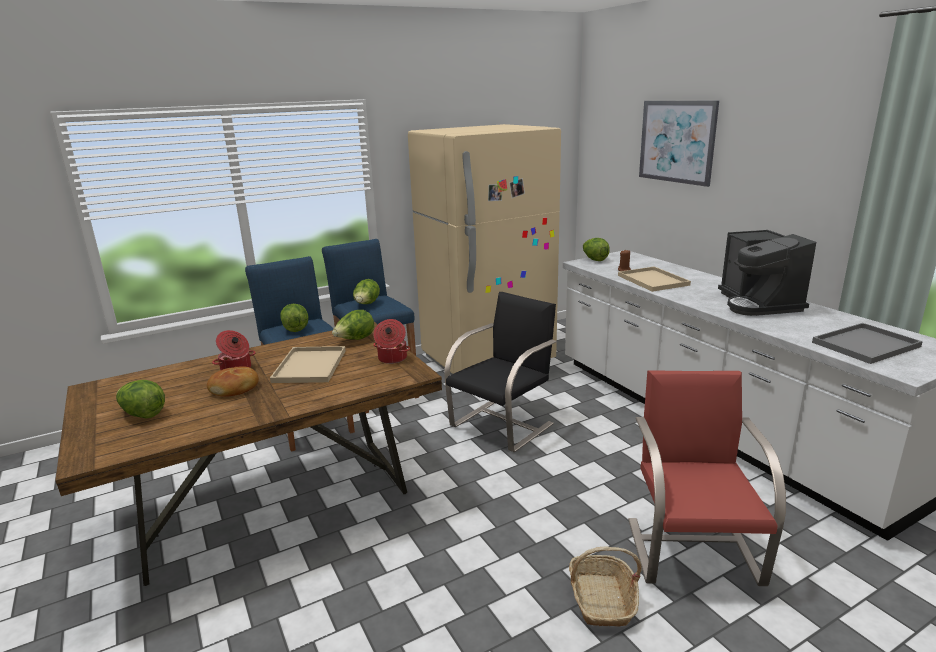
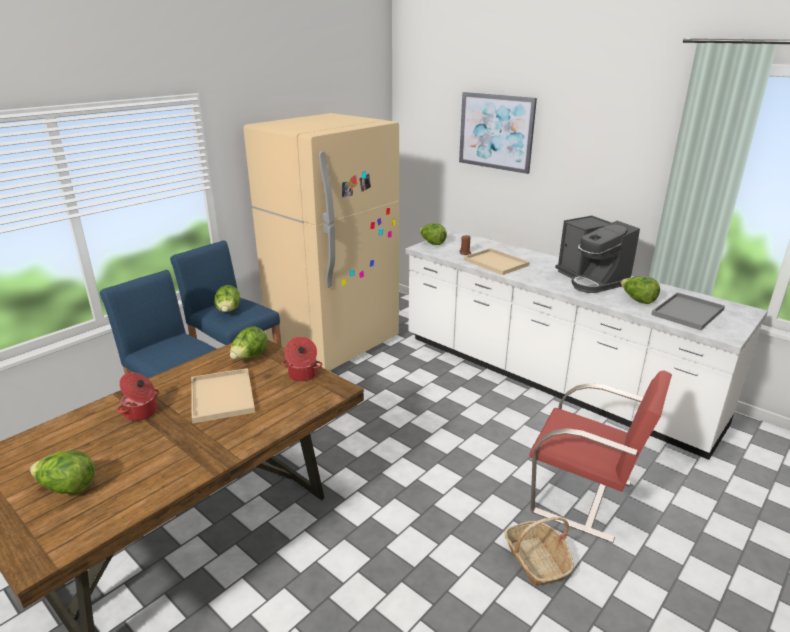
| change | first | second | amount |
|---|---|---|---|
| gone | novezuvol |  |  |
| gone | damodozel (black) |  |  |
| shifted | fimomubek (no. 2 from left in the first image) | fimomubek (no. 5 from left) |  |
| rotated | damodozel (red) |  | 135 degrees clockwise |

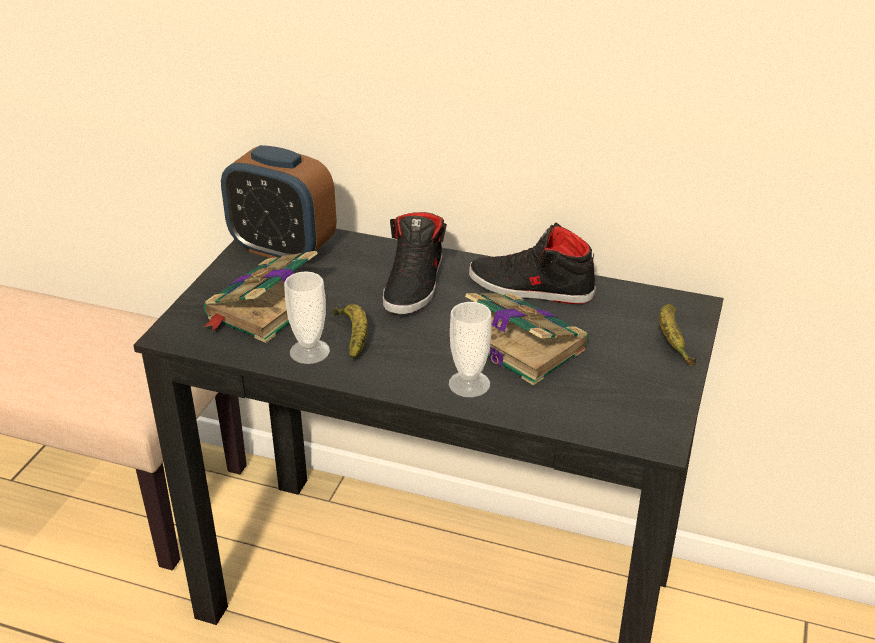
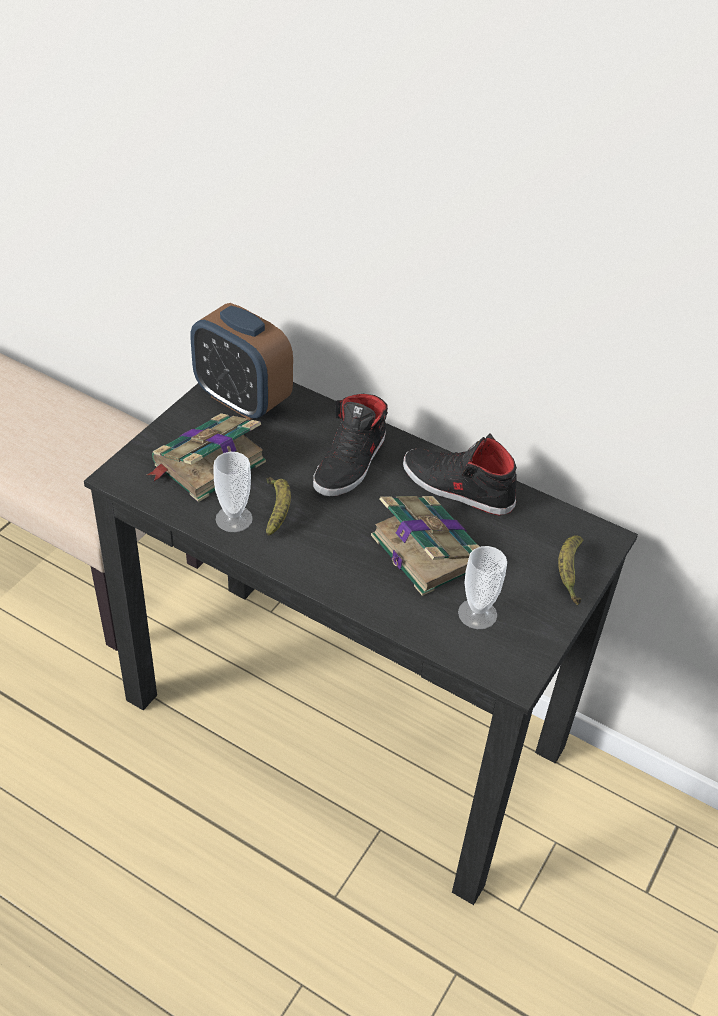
| change | first | second | amount |
|---|---|---|---|
| shifted | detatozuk (no. 2 from left) |  |  |

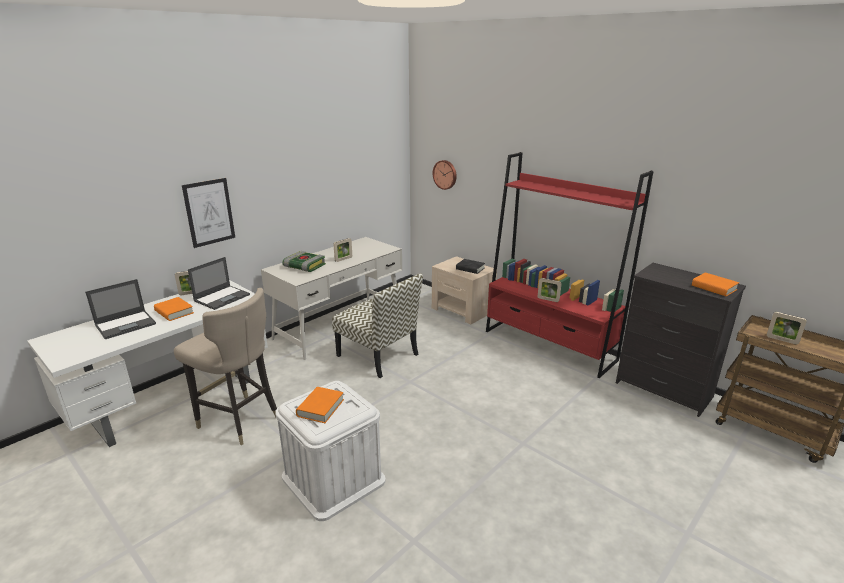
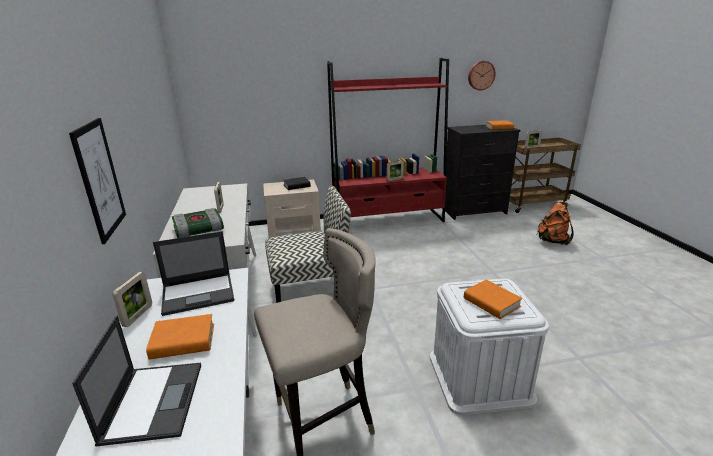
| change | first | second | amount |
|---|---|---|---|
| new |  | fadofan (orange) |  |
| shifted | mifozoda |  |  |
| rotated | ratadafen (no. 2 from left) |  | 90 degrees clockwise |

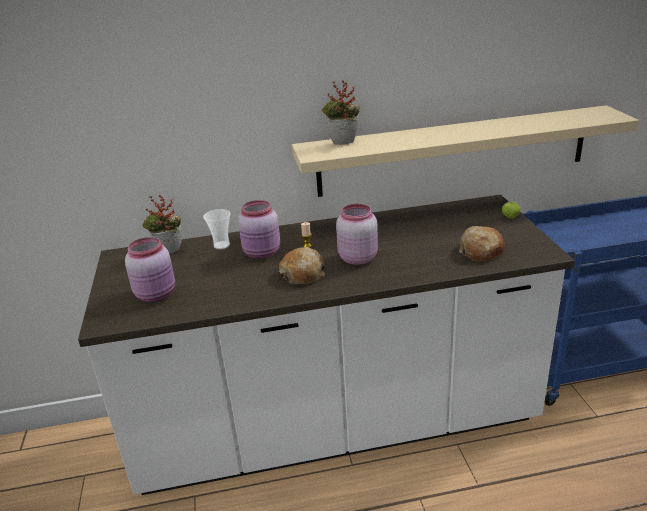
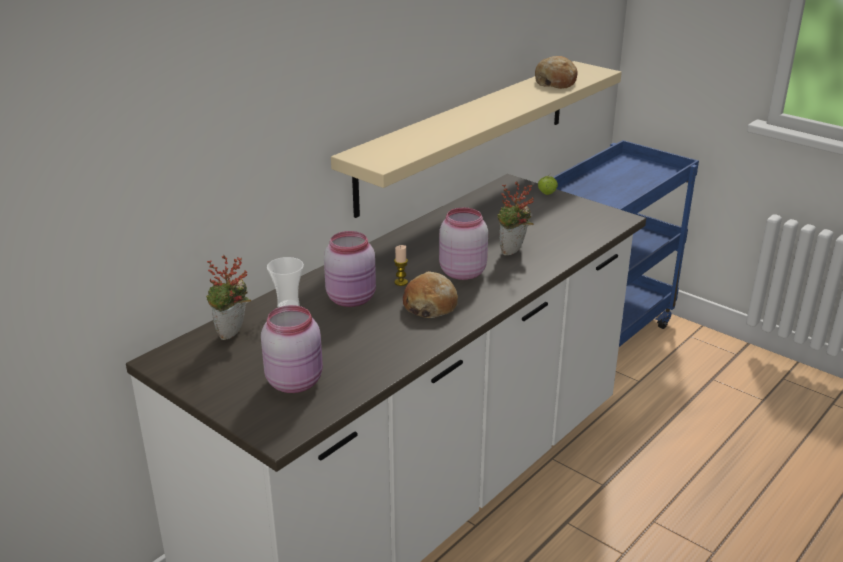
| change | first | second | amount |
|---|---|---|---|
| shifted | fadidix (no. 2 from left) |  |  |
| shifted | novezuvol (no. 2 from left) |  |  |

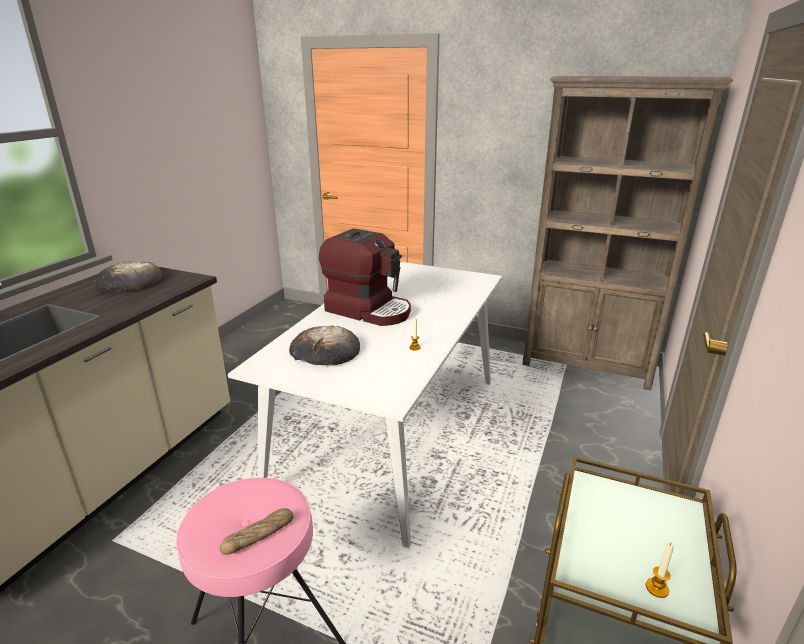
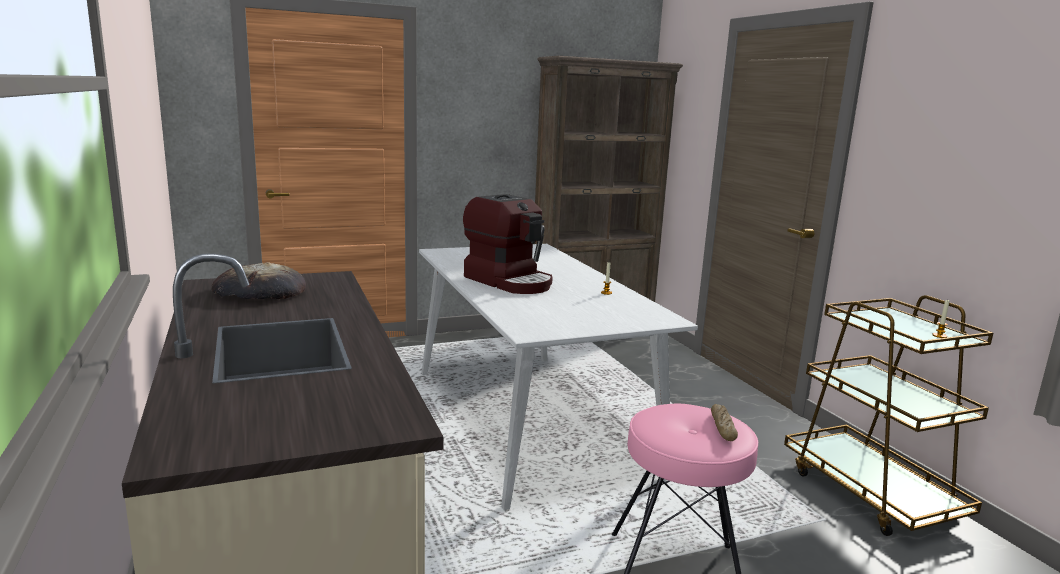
| change | first | second | amount |
|---|---|---|---|
| gone | novezuvol (no. 3 from left) |  |  |
| rotated | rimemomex |  | 60 degrees clockwise |

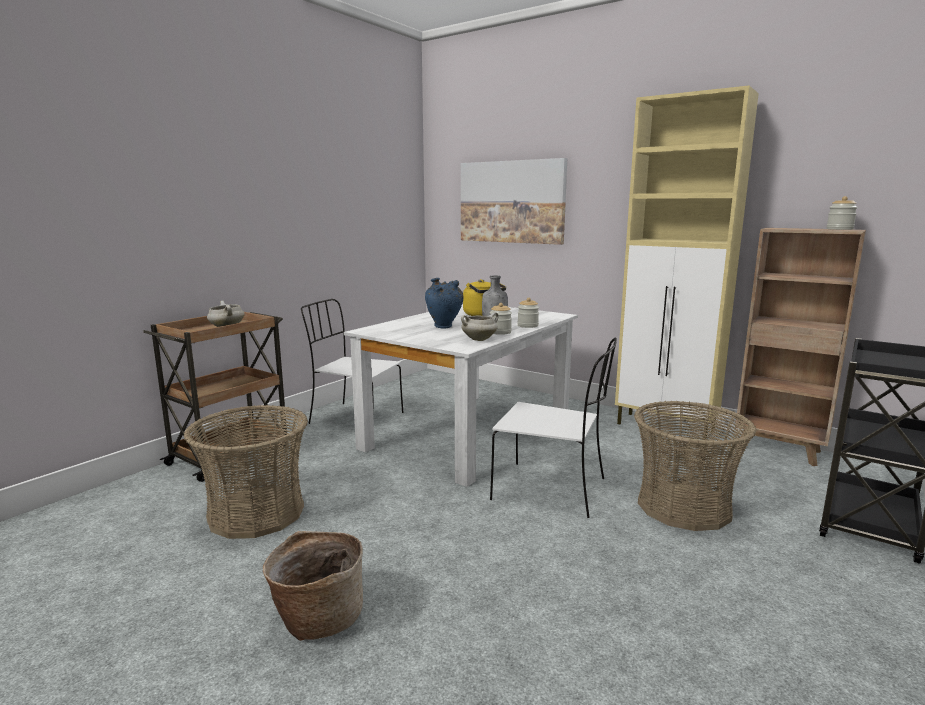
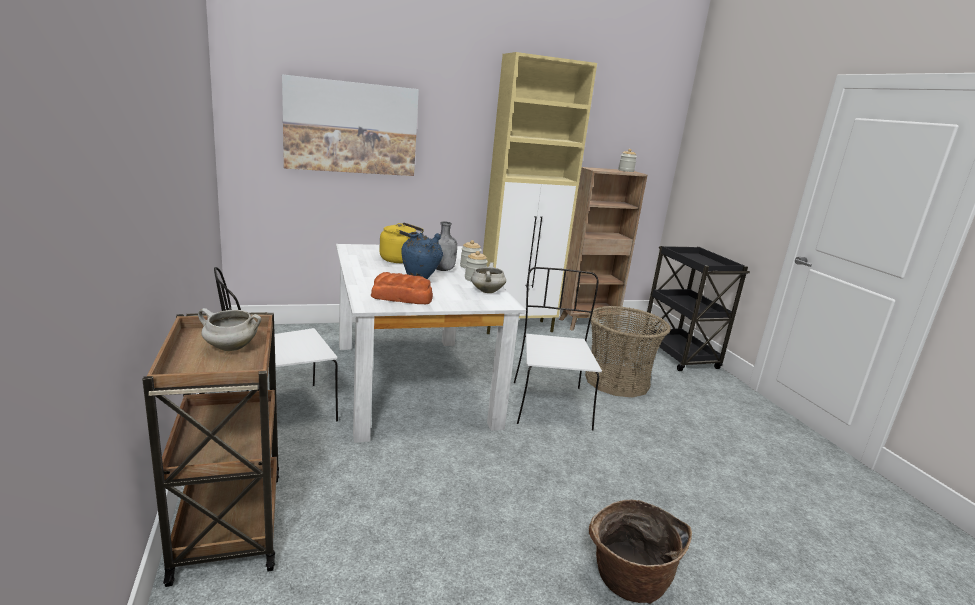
| change | first | second | amount |
|---|---|---|---|
| gone | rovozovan (no. 1 from left) |  |  |
| new |  | novezuvol |  |
| rotated | damodozel (white) (no. 2 from left) |  | 60 degrees counterclockwise |

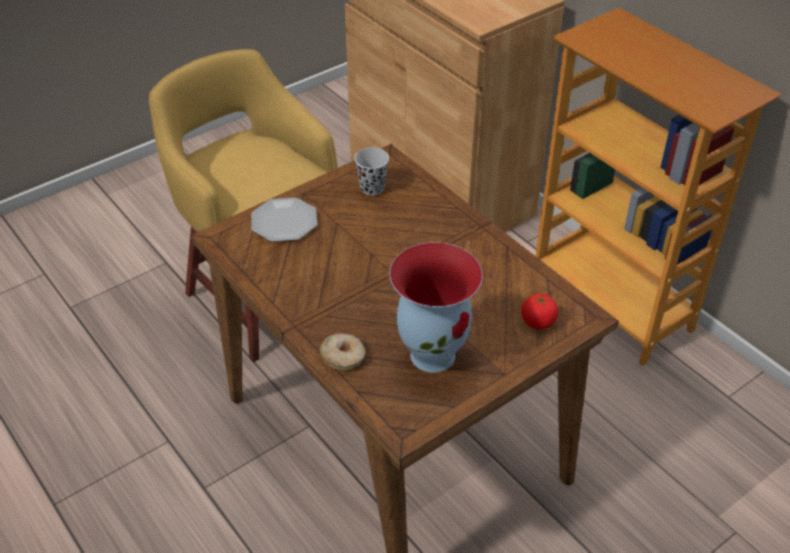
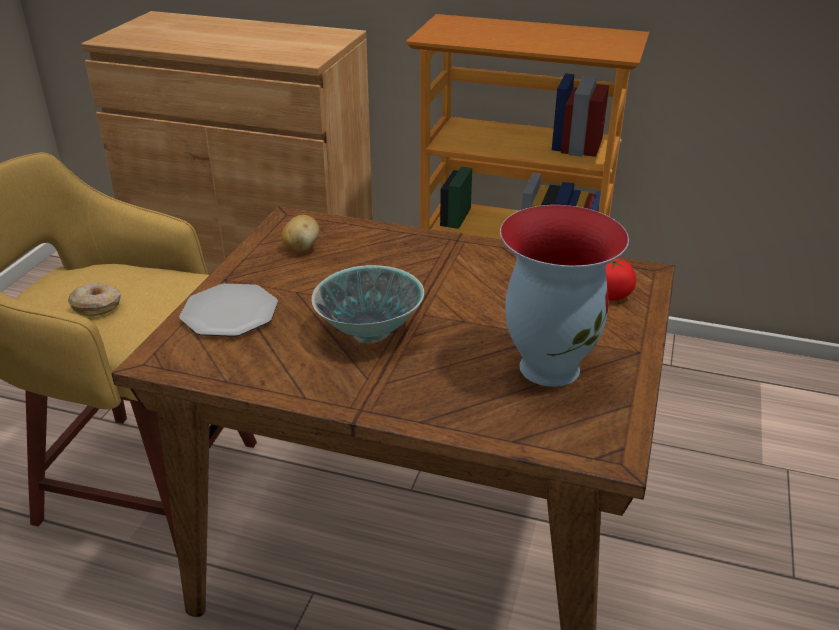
| change | first | second | amount |
|---|---|---|---|
| new |  | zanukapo |  |
| shifted | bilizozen |  |  |
| swapped | detatozuk (black) | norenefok |  |

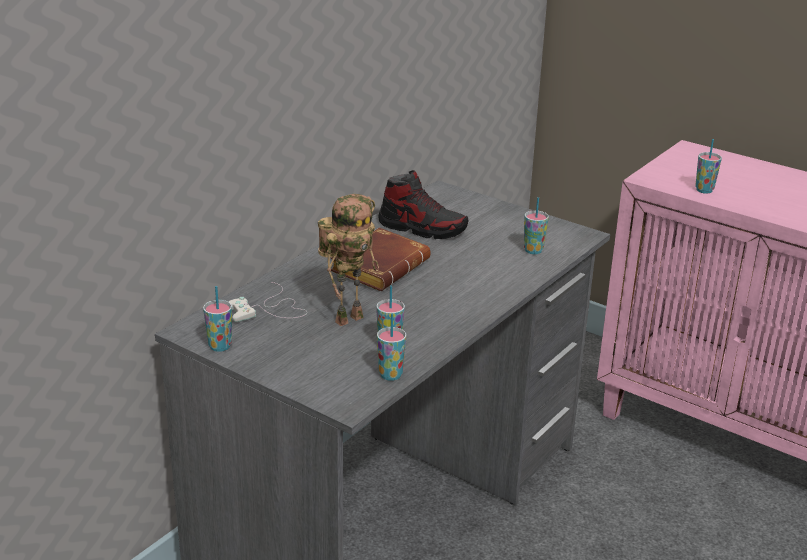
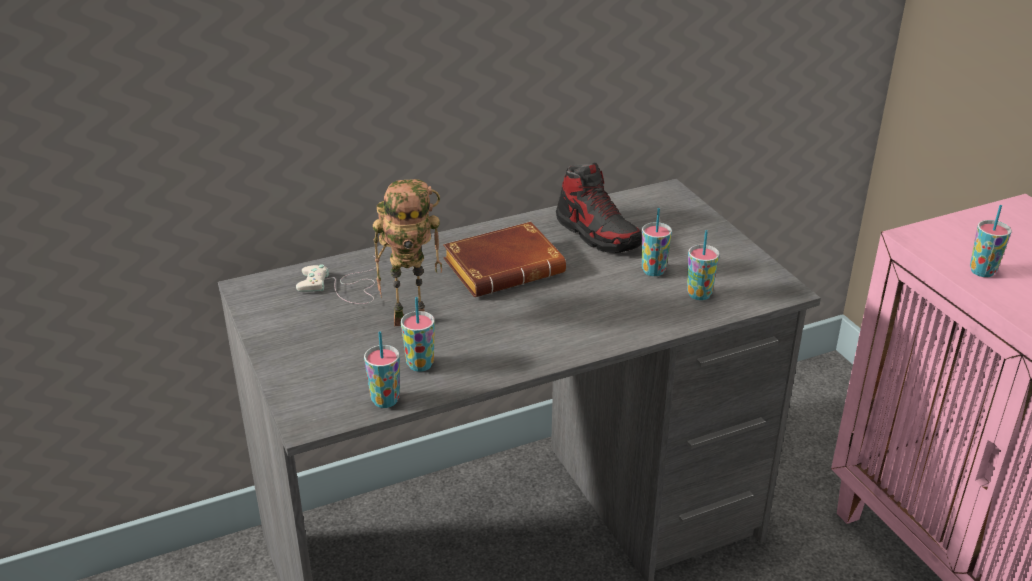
| change | first | second | amount |
|---|---|---|---|
| shifted | detatozuk (no. 1 from left in the first image) | detatozuk (no. 3 from left) |  |

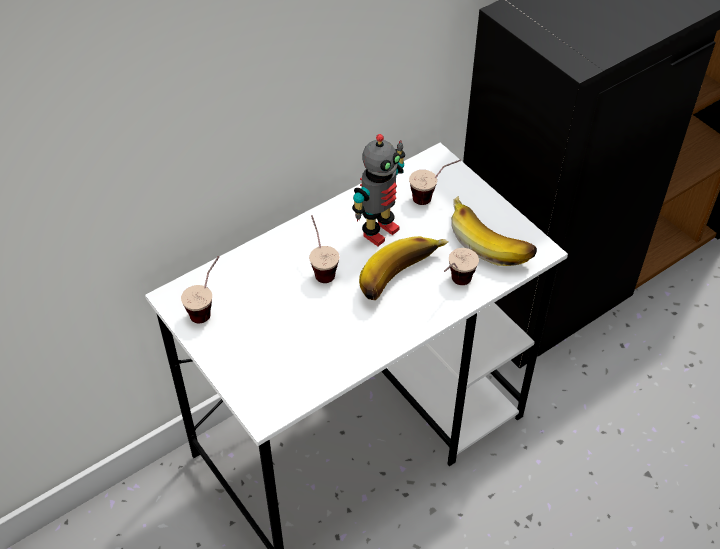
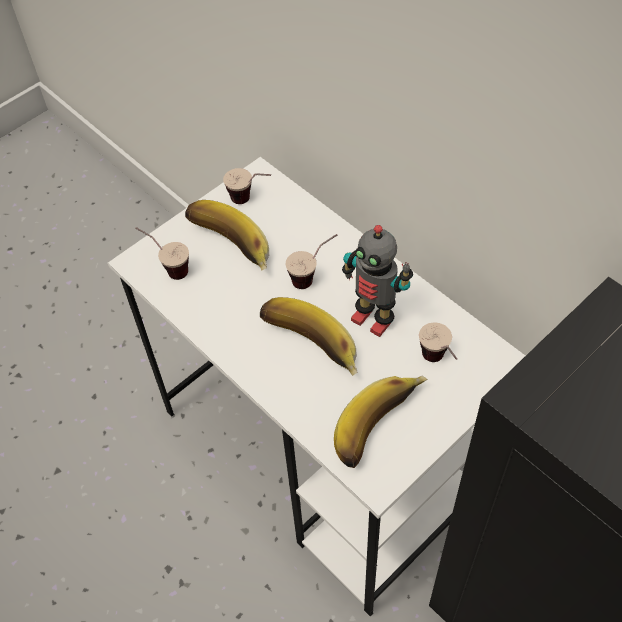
| change | first | second | amount |
|---|---|---|---|
| new |  | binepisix (no. 1 from left) |  |
| shifted | detatozuk (no. 4 from left in the first image) | detatozuk (no. 1 from left) |  |

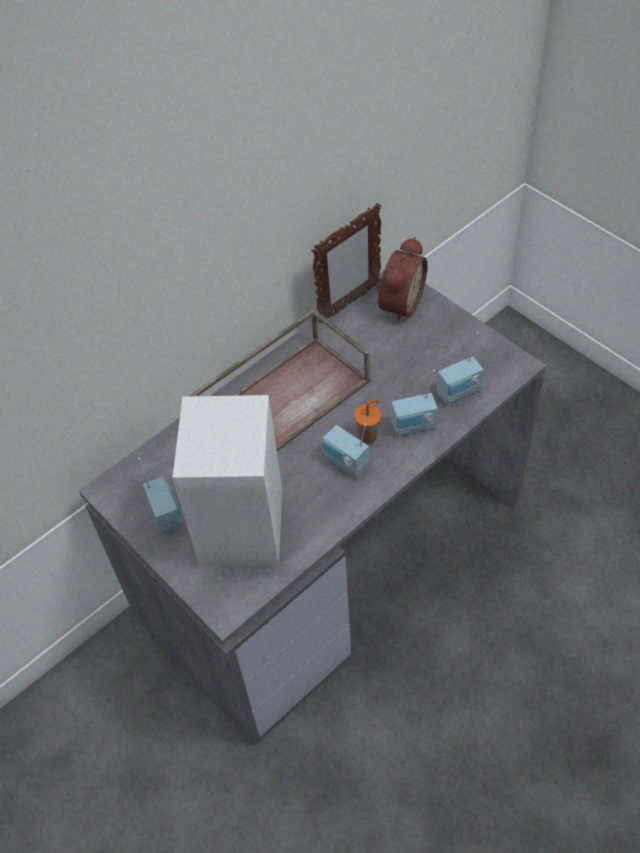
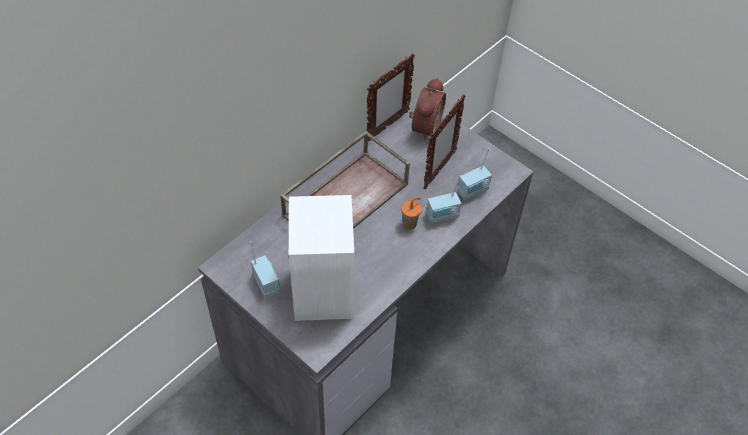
| change | first | second | amount |
|---|---|---|---|
| gone | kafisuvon (no. 2 from left) |  |  |
| new |  | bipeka (no. 2 from left) |  |

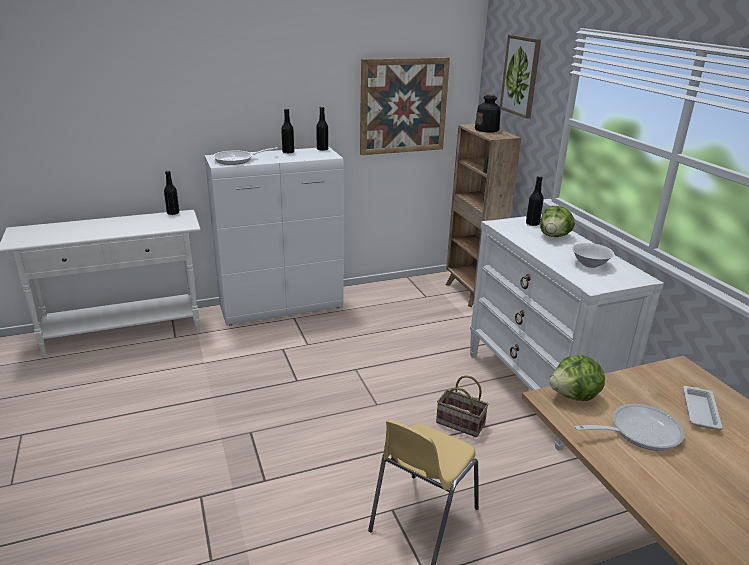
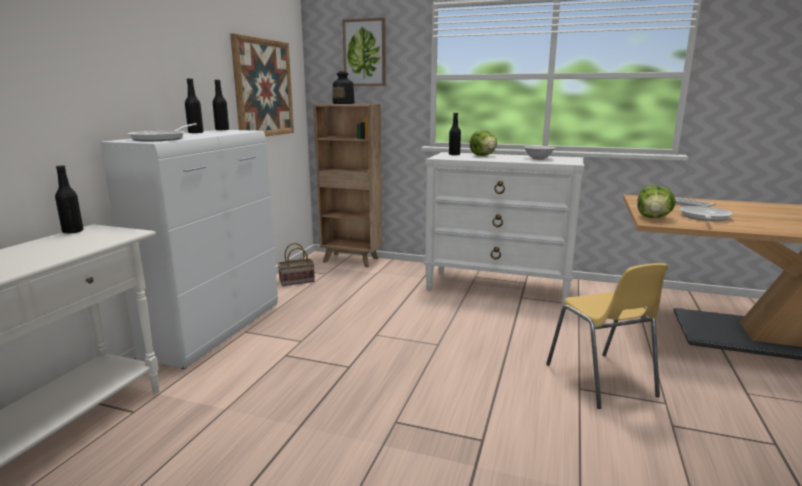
| change | first | second | amount |
|---|---|---|---|
| shifted | rovozovan |  |  |

